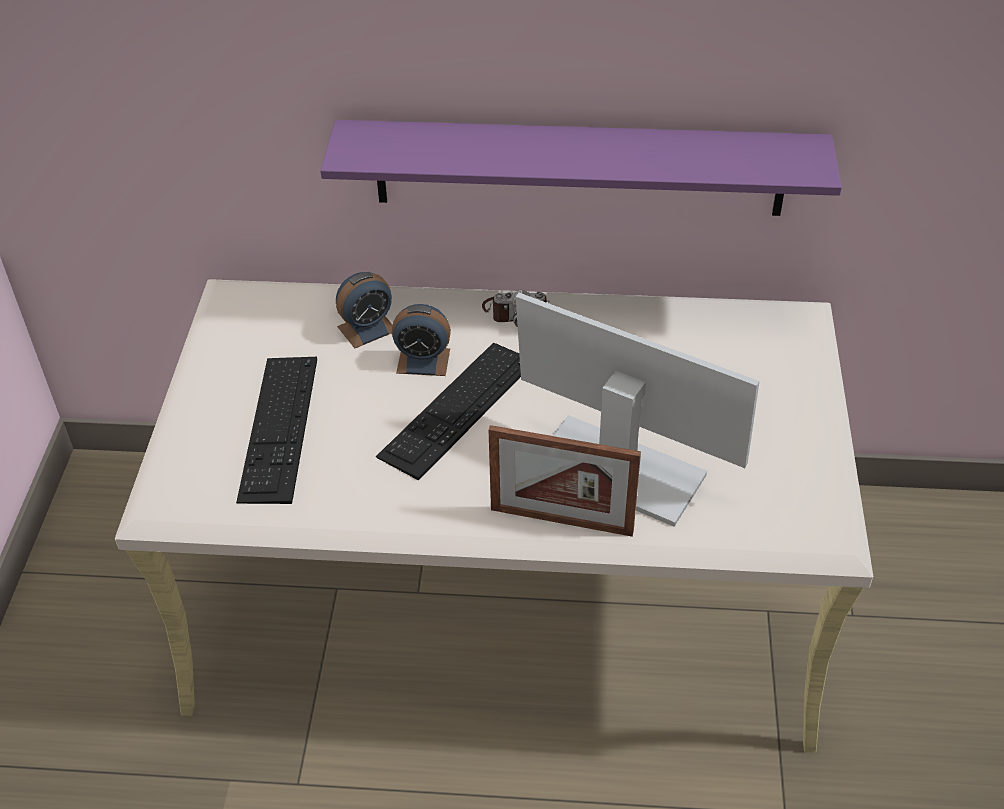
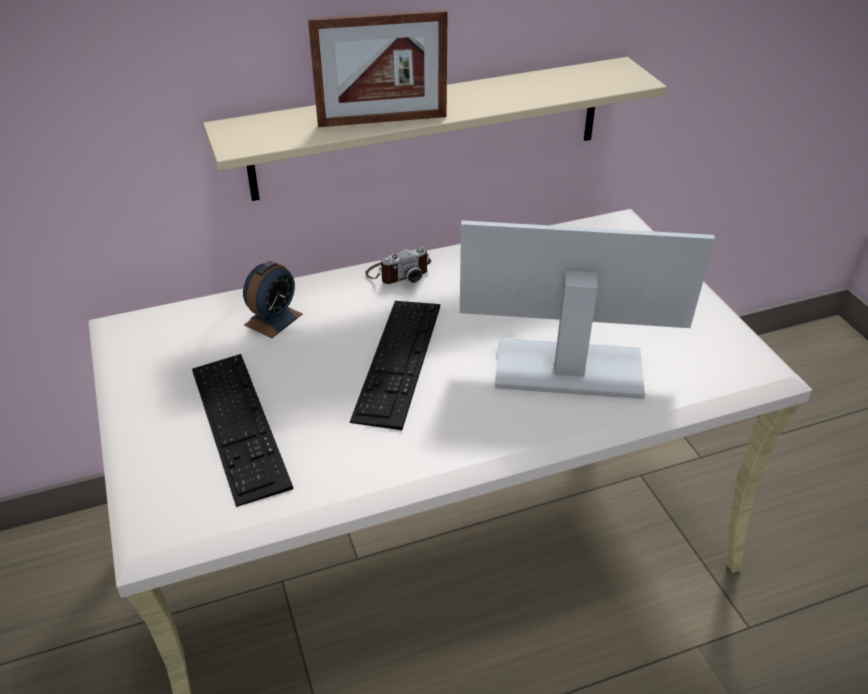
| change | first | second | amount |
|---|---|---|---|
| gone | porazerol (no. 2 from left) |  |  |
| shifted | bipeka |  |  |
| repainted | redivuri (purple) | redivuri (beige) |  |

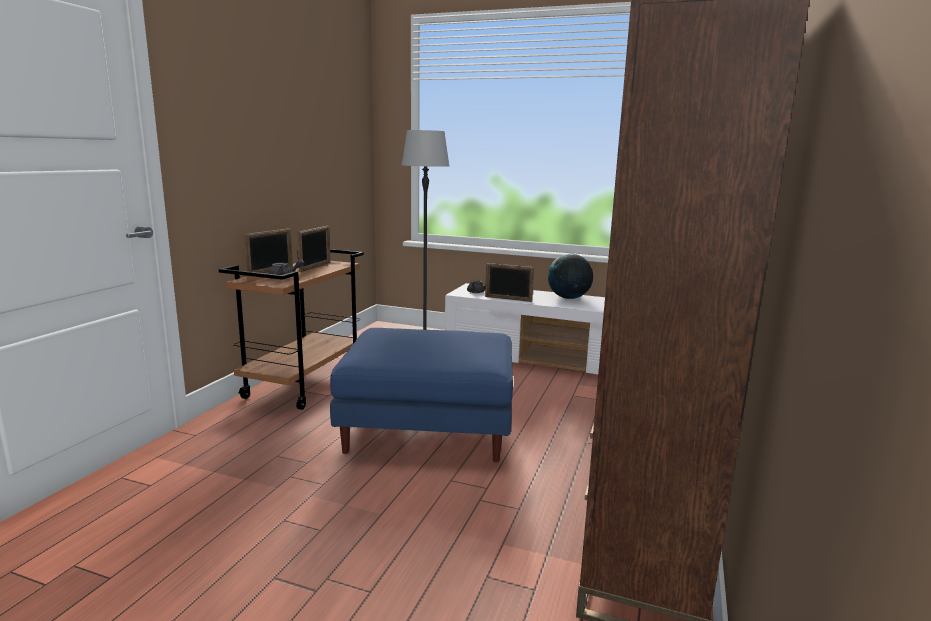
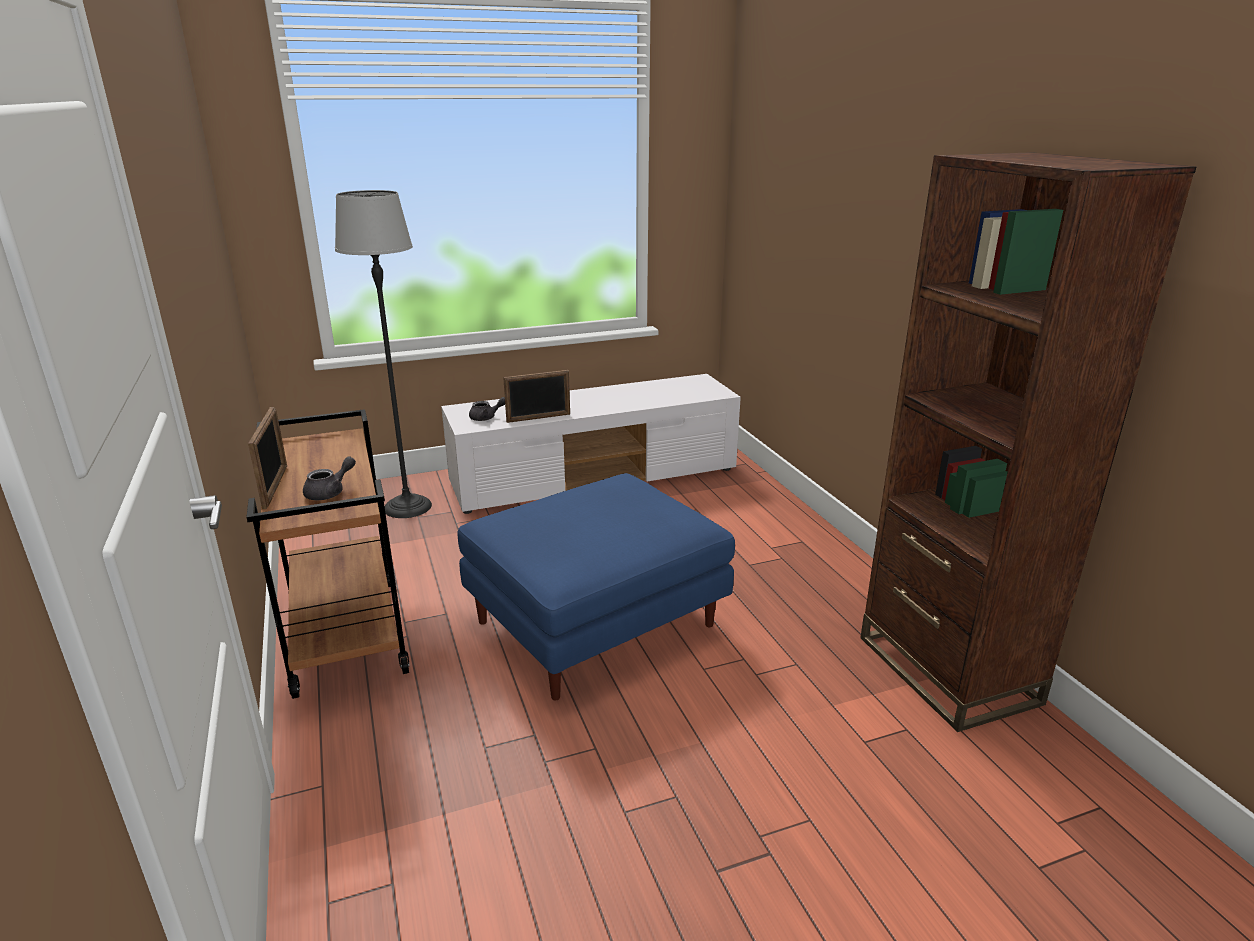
| change | first | second | amount |
|---|---|---|---|
| gone | bipeka (no. 2 from left) |  |  |
| gone | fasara |  |  |

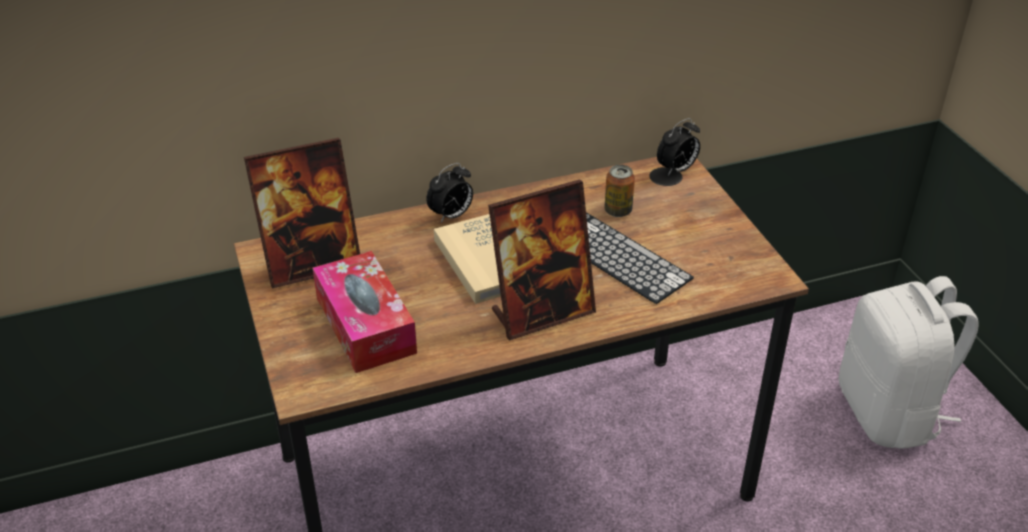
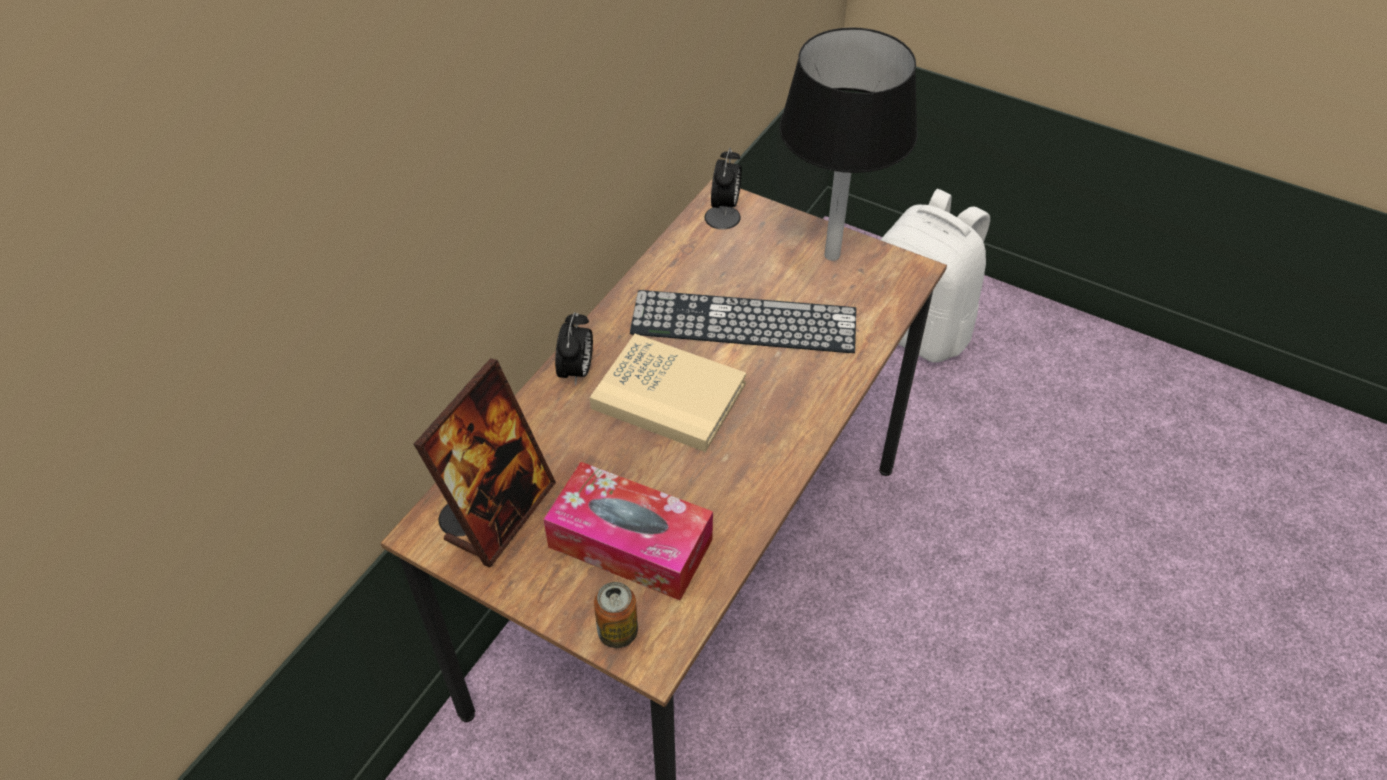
| change | first | second | amount |
|---|---|---|---|
| gone | bipeka (no. 2 from left) |  |  |
| new |  | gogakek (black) |  |
| shifted | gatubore |  |  |

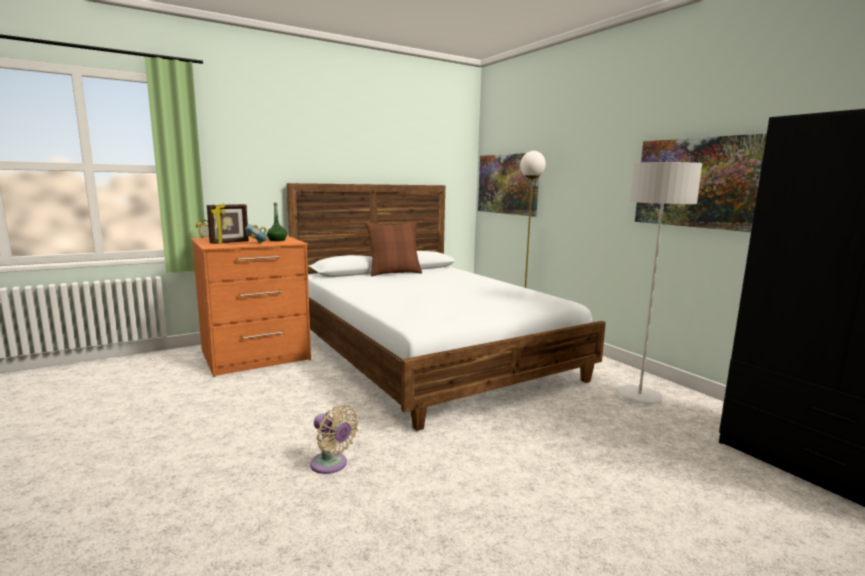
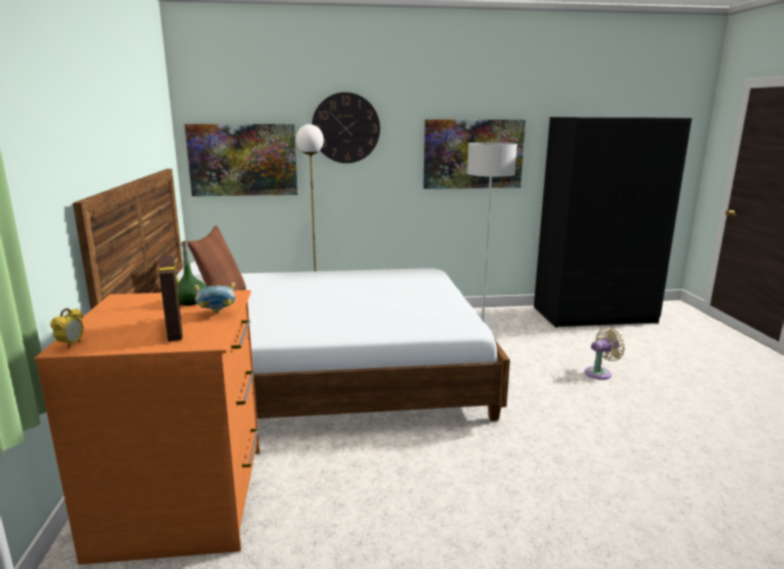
| change | first | second | amount |
|---|---|---|---|
| new |  | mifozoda |  |
| shifted | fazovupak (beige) |  |  |

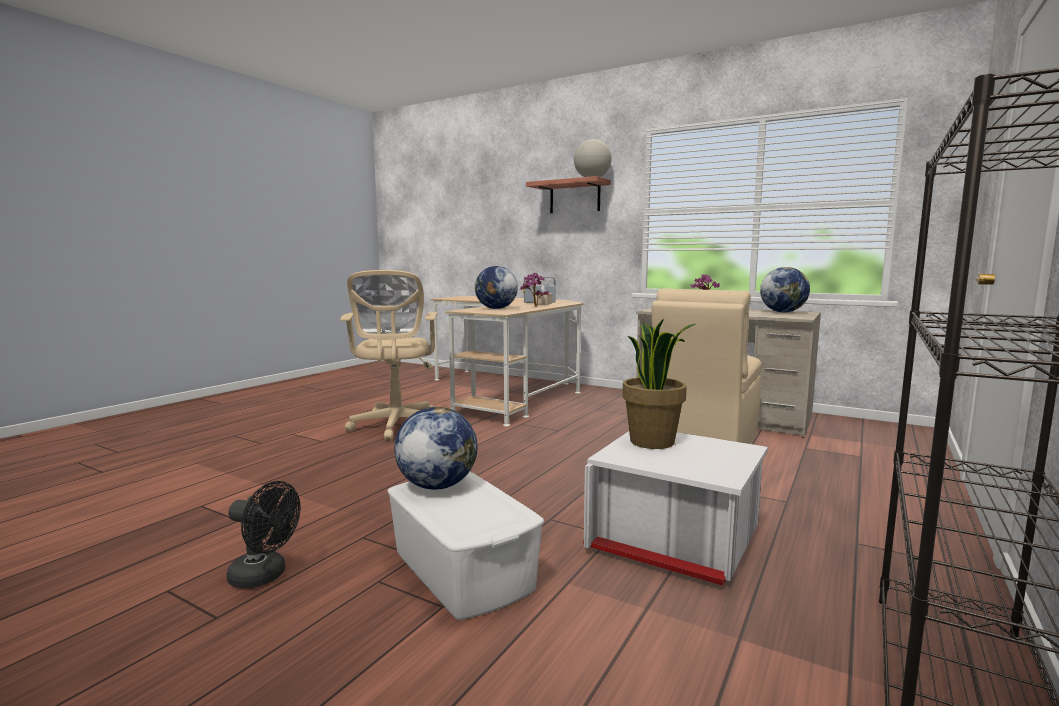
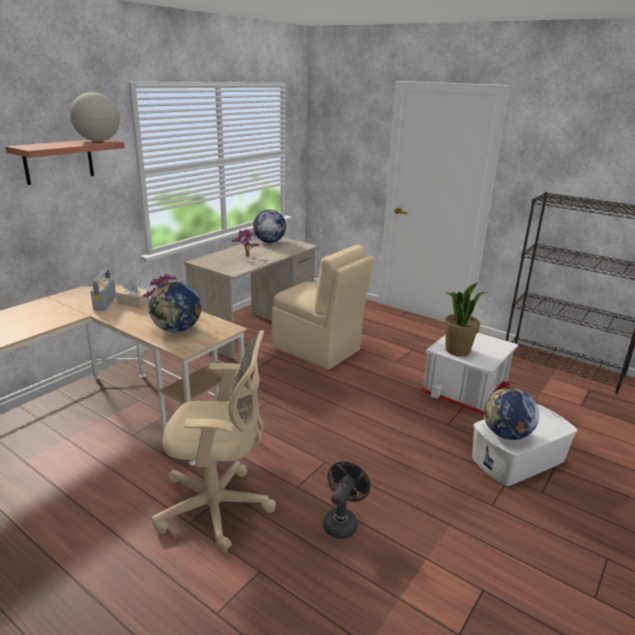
| change | first | second | amount |
|---|---|---|---|
| shifted | fazovupak (black) |  |  |

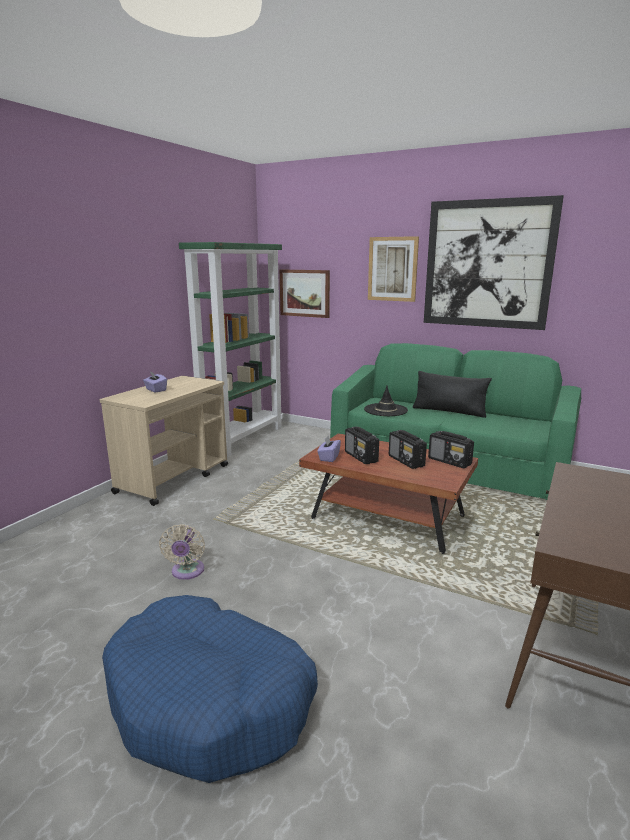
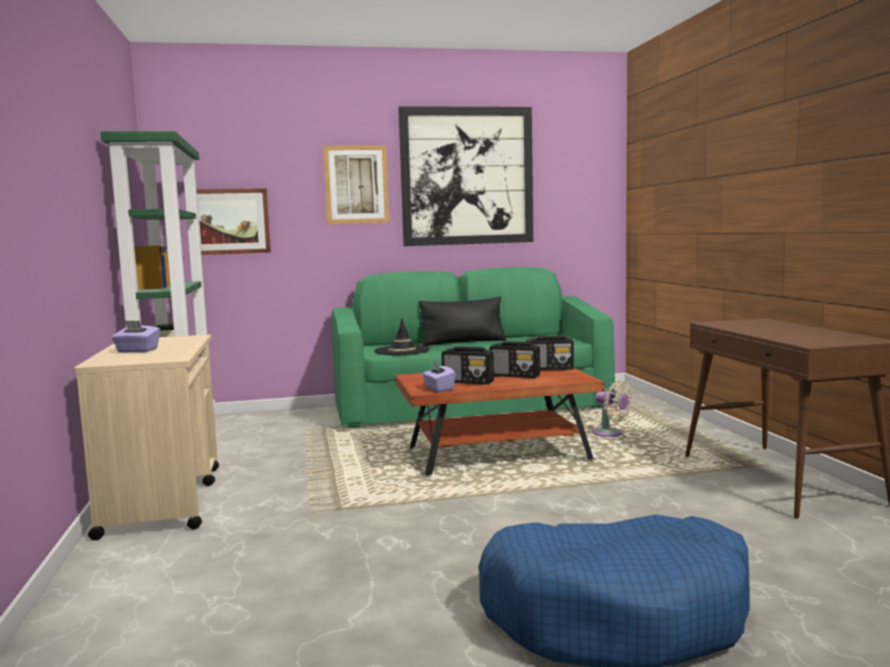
| change | first | second | amount |
|---|---|---|---|
| shifted | fazovupak (beige) |  |  |

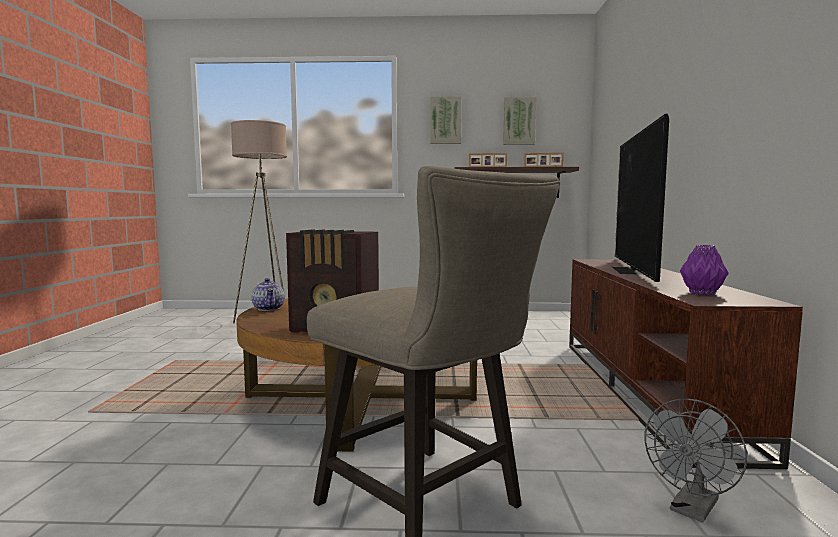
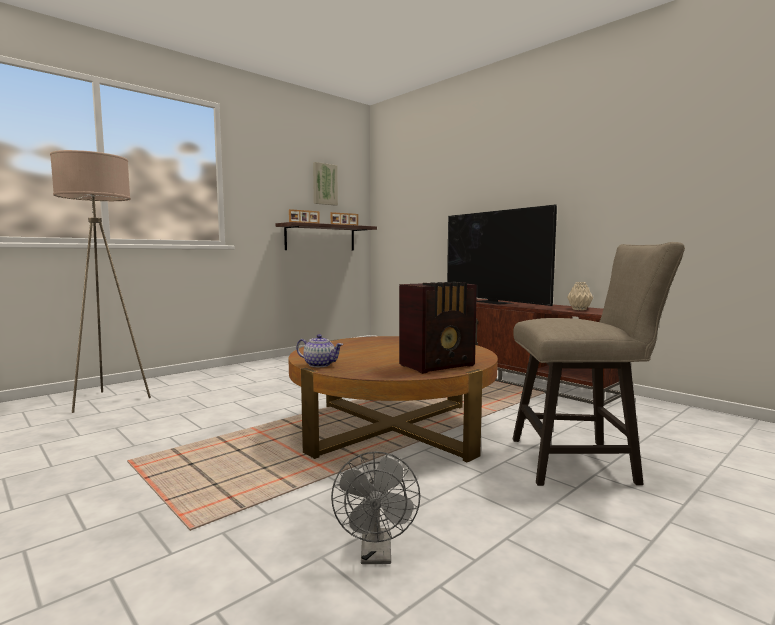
| change | first | second | amount |
|---|---|---|---|
| gone | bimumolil (no. 1 from left) |  |  |
| shifted | fazovupak (grey) |  |  |
| repainted | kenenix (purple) | kenenix (beige) |  |

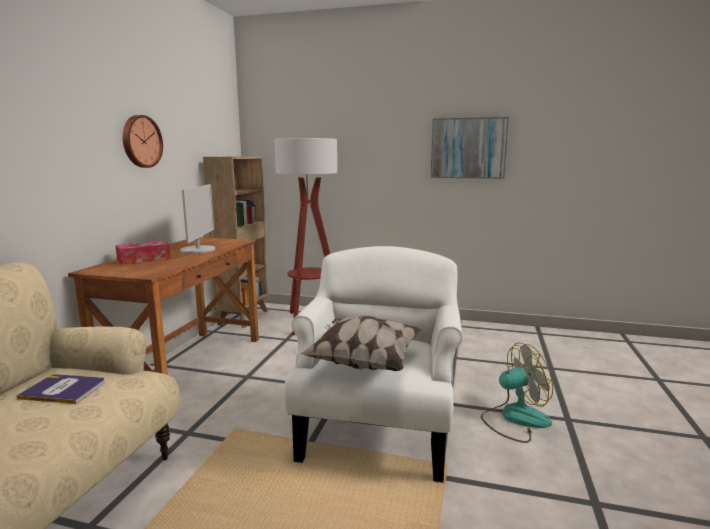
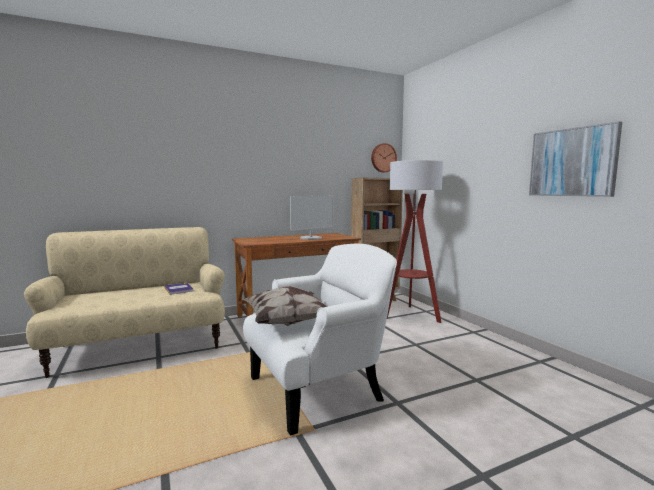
| change | first | second | amount |
|---|---|---|---|
| gone | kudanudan |  |  |
| gone | fazovupak |  |  |
| shifted | mifozoda |  |  |

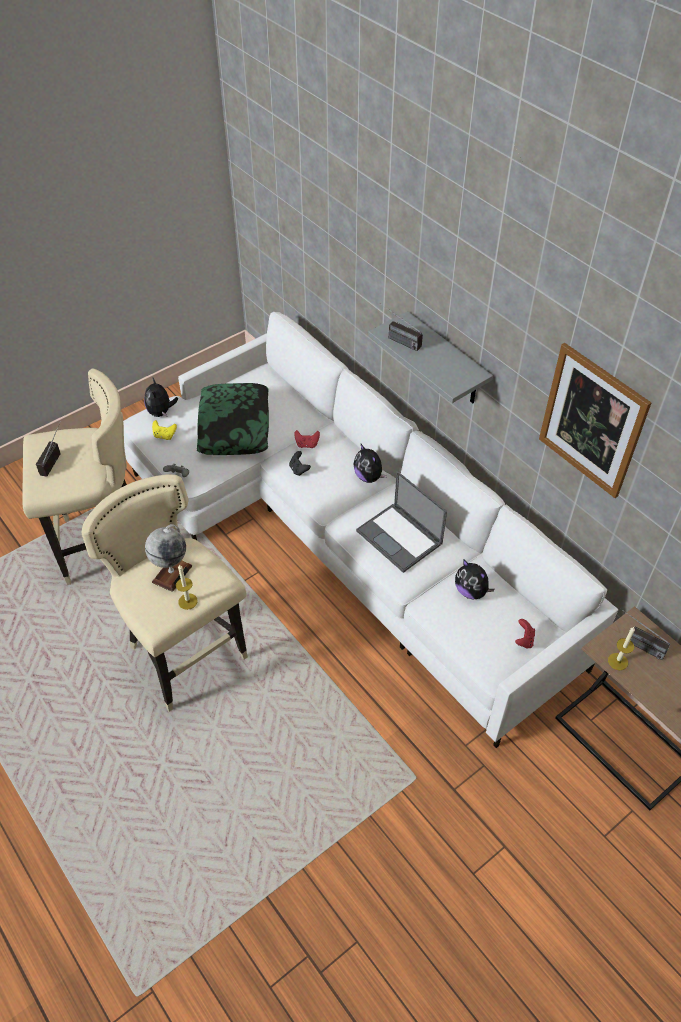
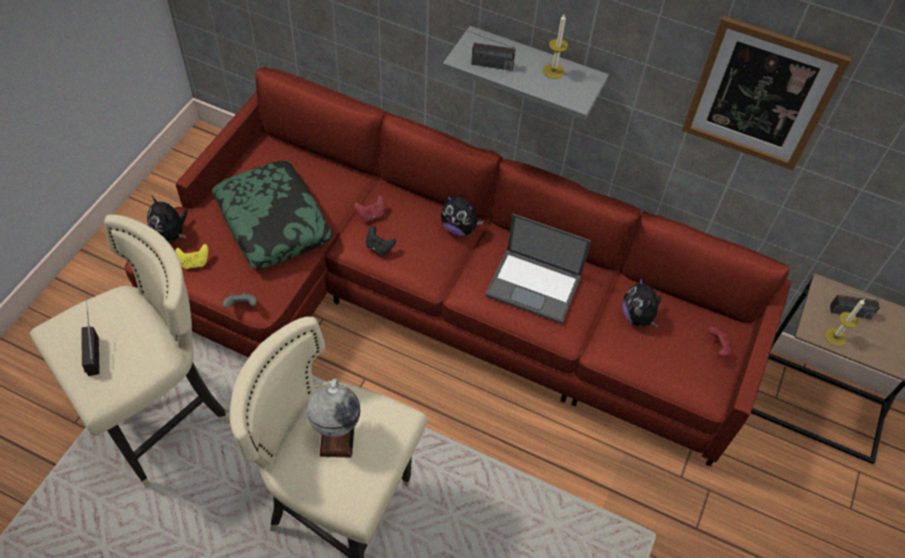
| change | first | second | amount |
|---|---|---|---|
| shifted | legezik (no. 1 from left) |  |  |
| repainted | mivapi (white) | mivapi (red) |  |
| rotated | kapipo (no. 3 from left) |  | 60 degrees clockwise |

